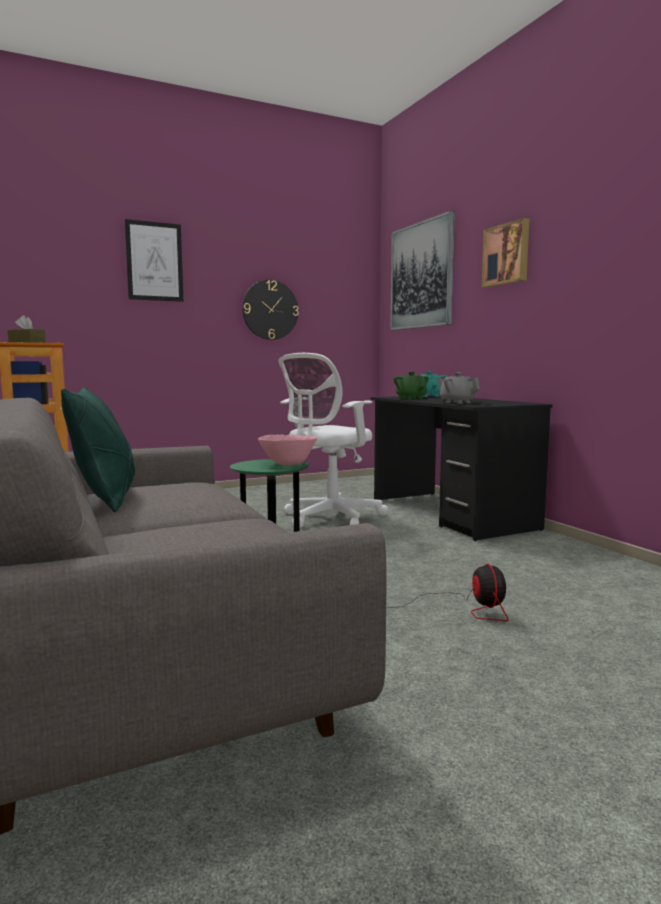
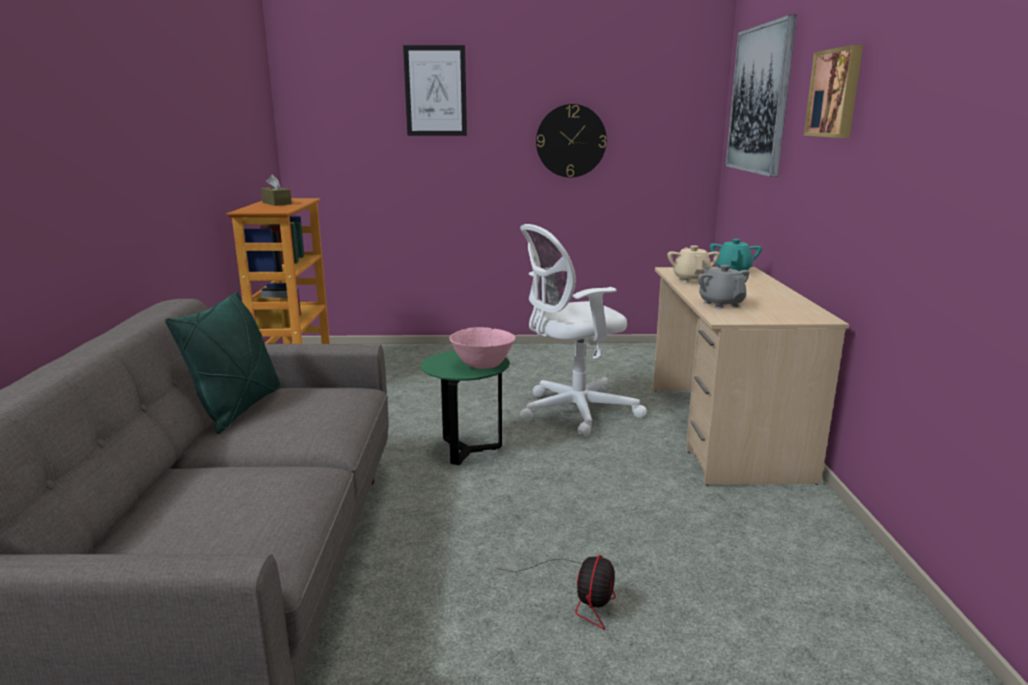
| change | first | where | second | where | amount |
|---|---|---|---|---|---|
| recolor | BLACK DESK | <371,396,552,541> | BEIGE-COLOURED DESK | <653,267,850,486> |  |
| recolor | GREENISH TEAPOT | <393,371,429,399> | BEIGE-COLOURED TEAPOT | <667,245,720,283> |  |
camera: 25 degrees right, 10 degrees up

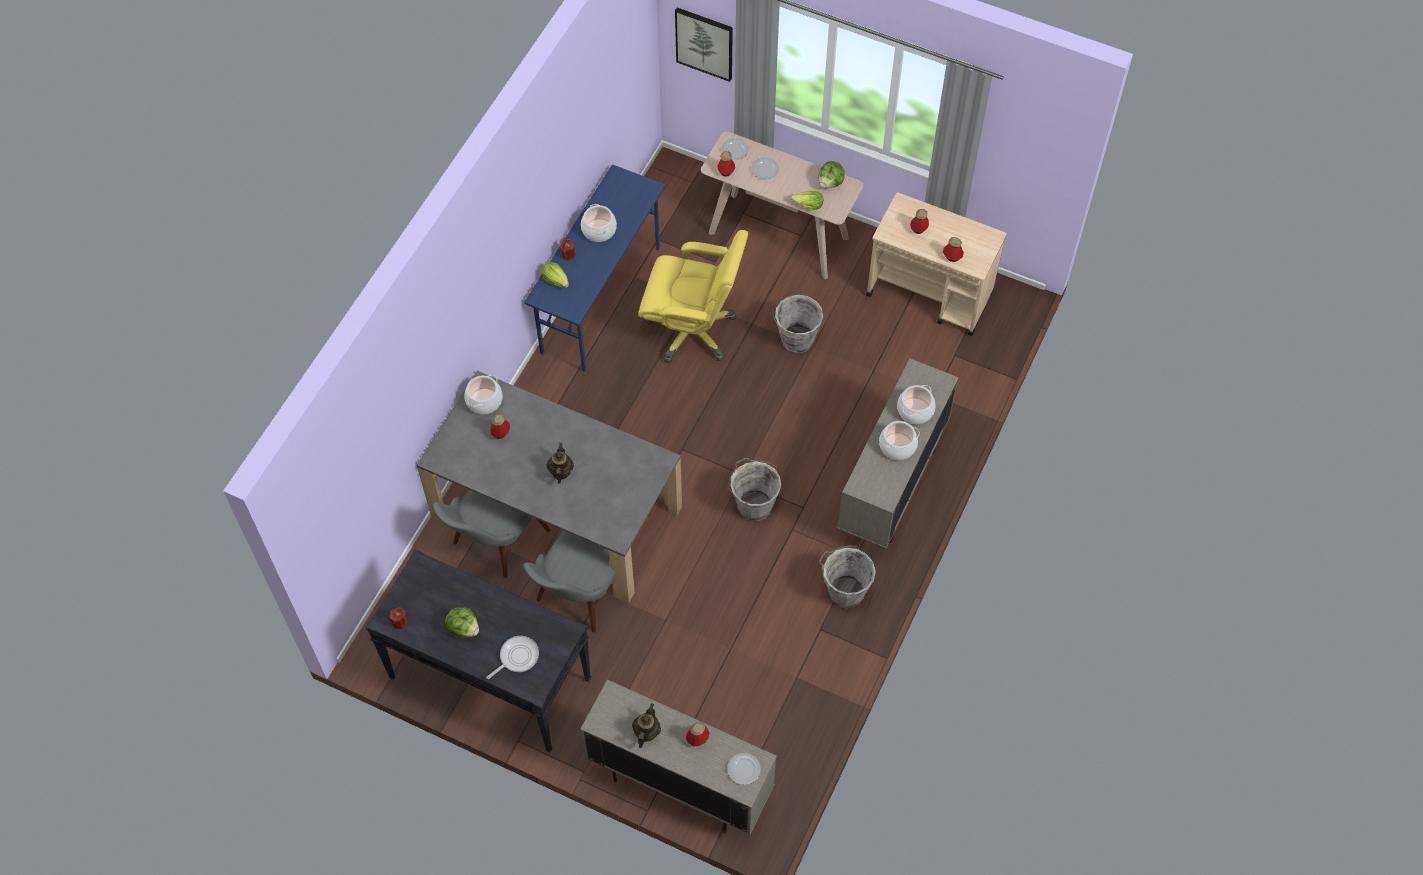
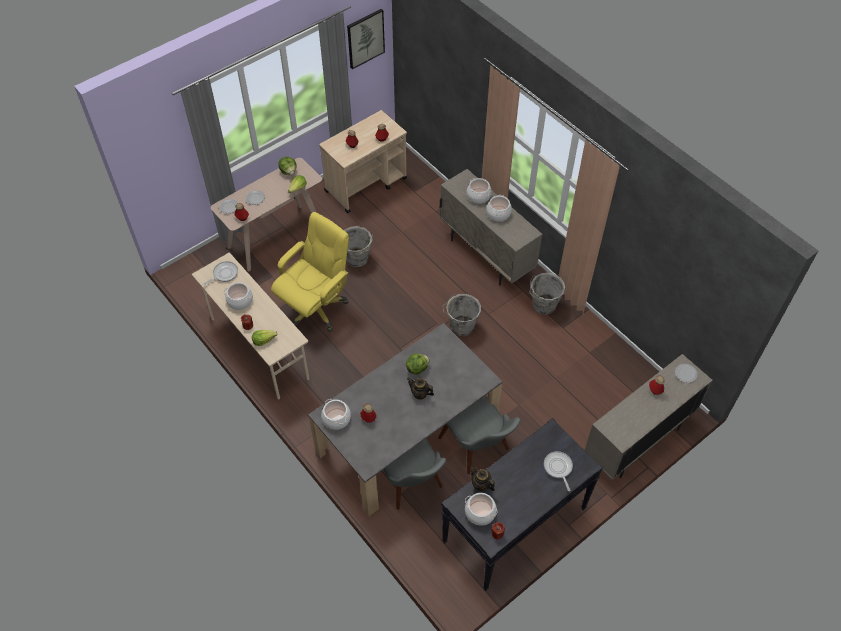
| change | first | where | second | where | amount |
|---|---|---|---|---|---|
| recolor | BLUE DESK | <525,165,665,372> | BEIGE-COLOURED DESK | <192,253,309,400> |  |
| insert |  |  | FRYING PAN | <204,261,238,285> |  |
| move | PICTURE | <675,8,733,82> |  | <347,9,385,69> |  |
| move | LETTUCE | <445,607,479,638> |  | <406,354,430,375> |  |
| insert |  |  | STOCKPOT | <465,493,497,526> |  |
| move | TEAPOT | <632,703,661,748> |  | <470,466,495,492> |  |
camera: 65 degrees left, 5 degrees down

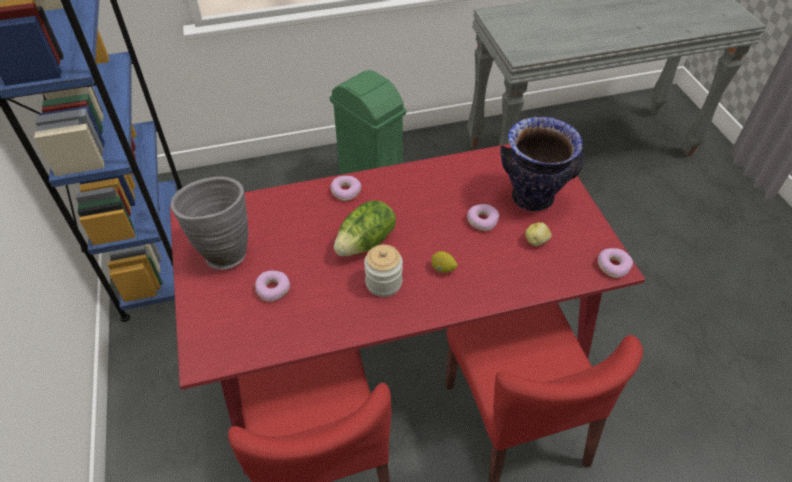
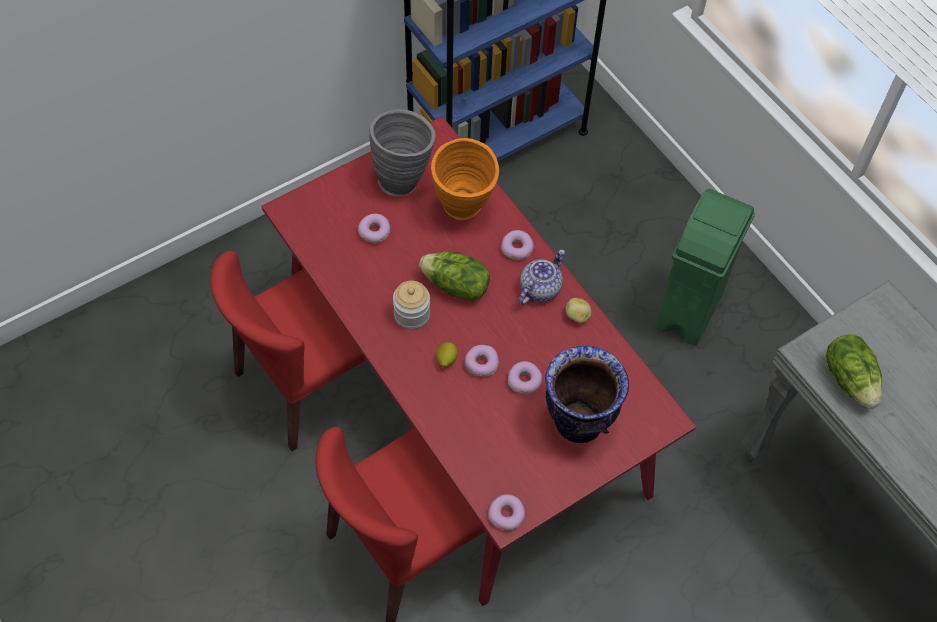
| change | first | where | second | where | amount |
|---|---|---|---|---|---|
| insert |  |  | ORANGE-COLOURED FLOWER VASE | <431,138,499,220> |  |
| insert |  |  | DOUGHNUT | <465,345,499,377> |  |
| insert |  |  | TEAPOT | <519,250,565,305> |  |
| move | POTATO | <525,222,552,246> |  | <566,298,592,324> |  |
| insert |  |  | LETTUCE | <826,334,882,409> |  |
camera: 70 degrees right, 10 degrees up

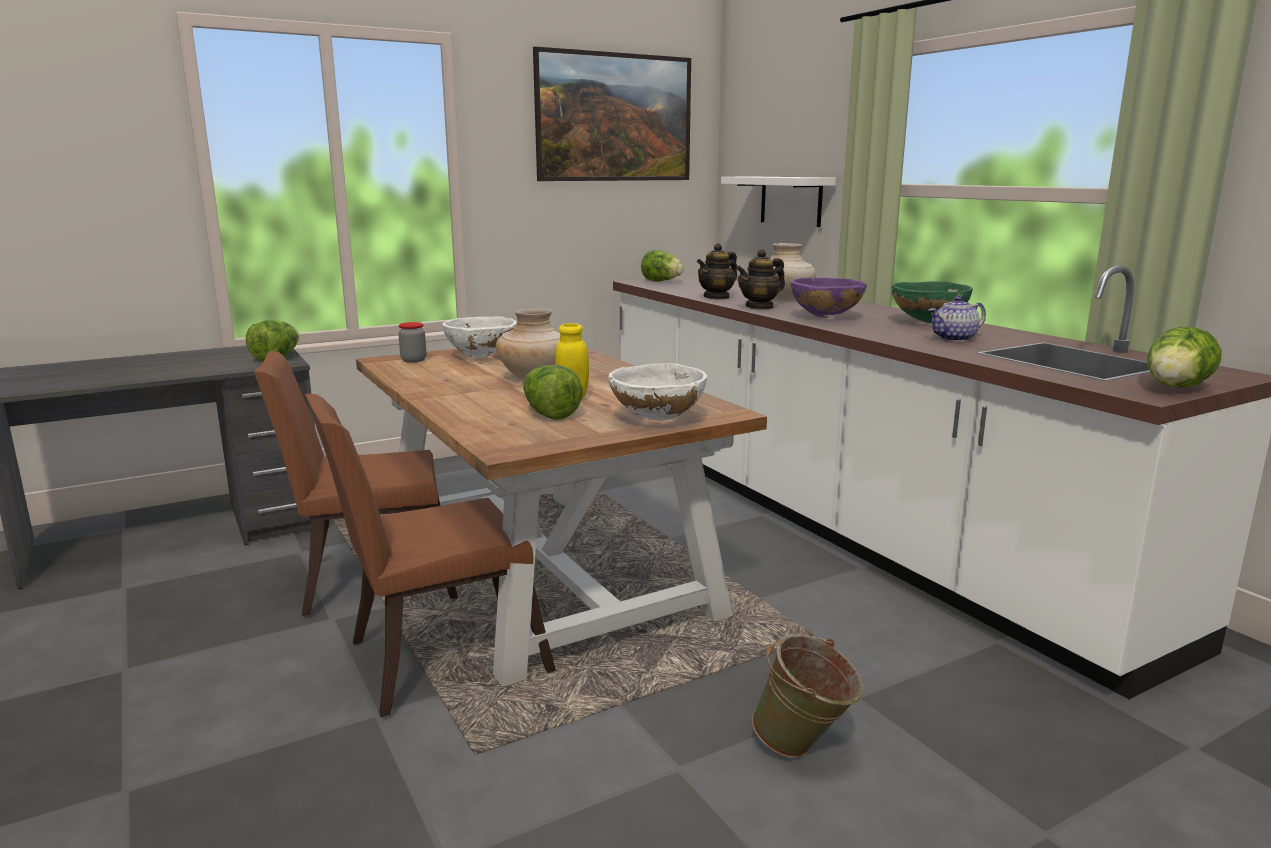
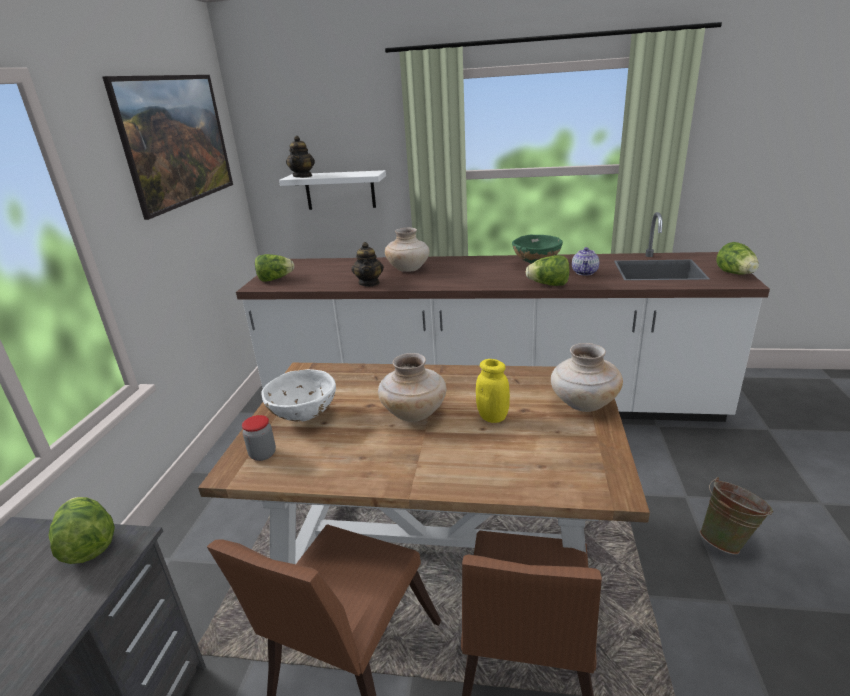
| change | first | where | second | where | amount |
|---|---|---|---|---|---|
| move | TEAPOT | <736,249,785,310> |  | <286,136,315,178> |  |
| move | LETTUCE | <523,365,583,420> |  | <526,255,570,286> |  |
| replace | WHITE SERVING BOWL | <609,363,707,421> | BEIGE-COLOURED FLOWER VASE | <551,343,623,412> |  |
| delete | PURPLE SERVING BOWL | <791,278,867,318> |  |  |  |
camera: 50 degrees left, 10 degrees up

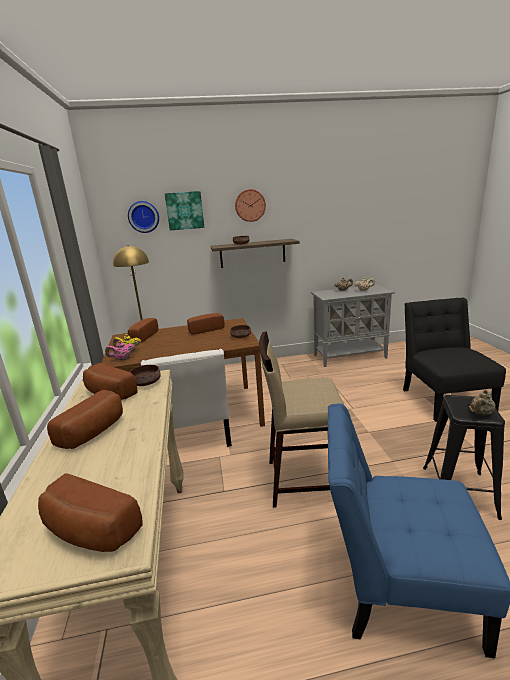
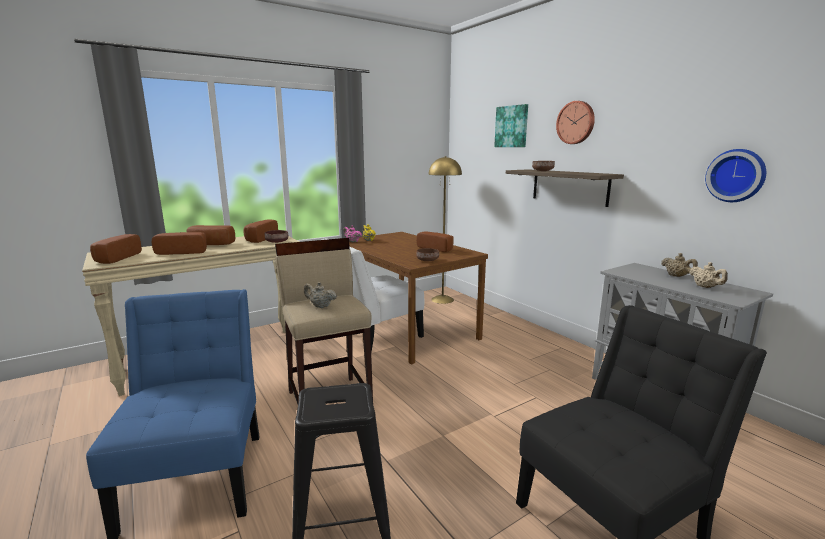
| change | first | where | second | where | amount |
|---|---|---|---|---|---|
| move | BAKED BREAD | <128,318,158,343> |  | <152,232,207,255> |  |
| move | BEIGE-COLOURED TEAPOT | <470,390,495,416> |  | <304,282,337,308> |  |
| move | HANGING CLOCK | <128,201,159,233> |  | <705,149,766,202> |  |
camera: 65 degrees right, 5 degrees down

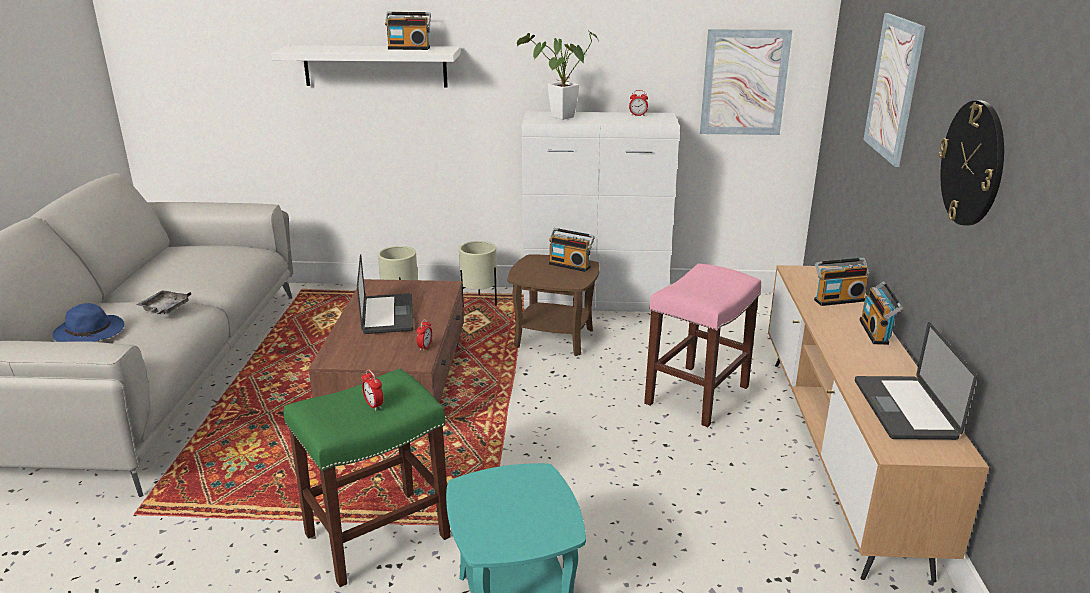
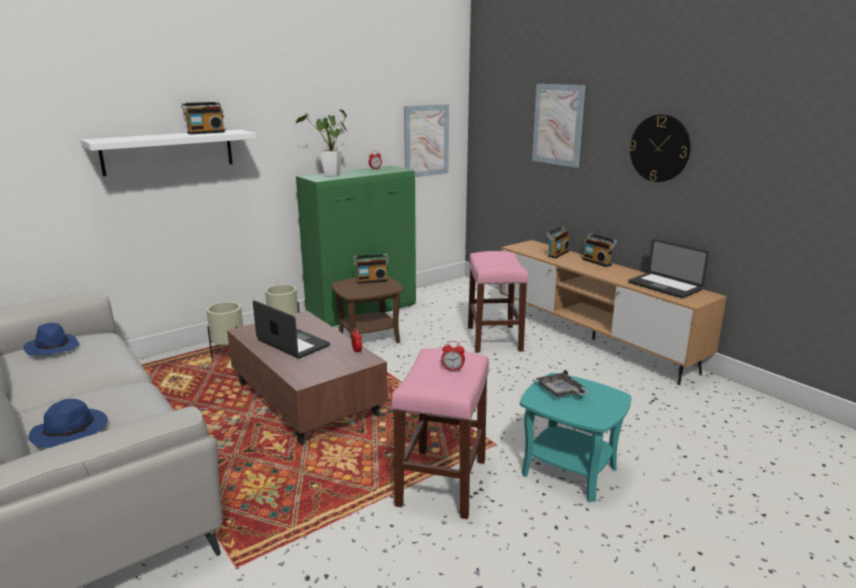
| change | first | where | second | where | amount |
|---|---|---|---|---|---|
| insert |  |  | BLUE WEARABLE HAT | <23,323,80,356> |  |
| recolor | WHITE CABINET | <522,111,680,312> | GREENISH CABINET | <296,166,416,327> |  |
| recolor | GREENISH STOOL | <284,368,451,587> | PINKISH STOOL | <391,348,489,519> |  |
| move | GREYISH CARRYING TRAY | <137,290,191,314> |  | <536,369,589,398> |  |
camera: 40 degrees left, 5 degrees down

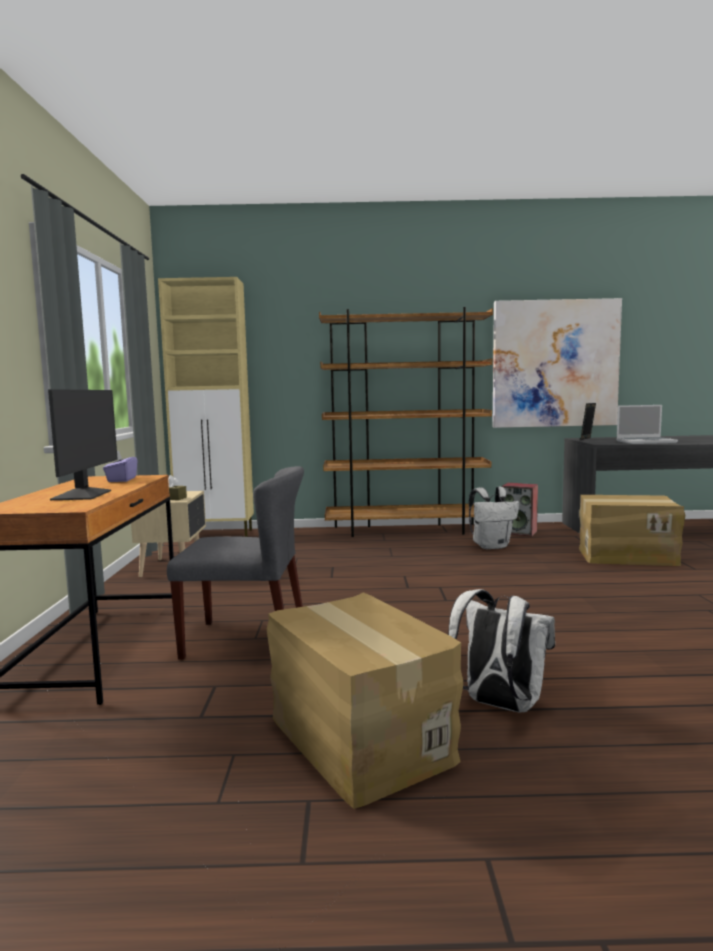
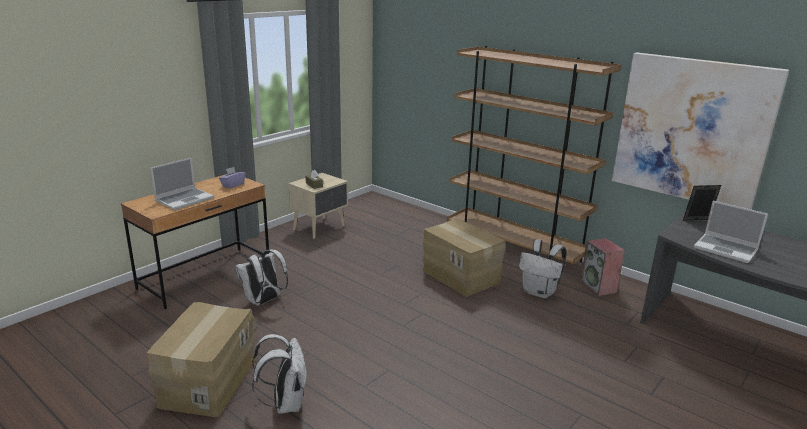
| change | first | where | second | where | amount |
|---|---|---|---|---|---|
| replace | COMPUTER DISPLAY | <48,389,118,500> | PORTABLE COMPUTER | <150,157,214,210> |  |
| replace | GREYISH UPRIGHT CHAIR | <167,466,304,660> | WHITE KNAPSACK | <235,250,288,306> |  |
| move | CARTON | <579,495,685,566> |  | <422,219,505,297> |  |
| delete | BEIGE-COLOURED CABINET | <158,277,254,537> |  |  |  |
camera: 40 degrees right, 15 degrees up

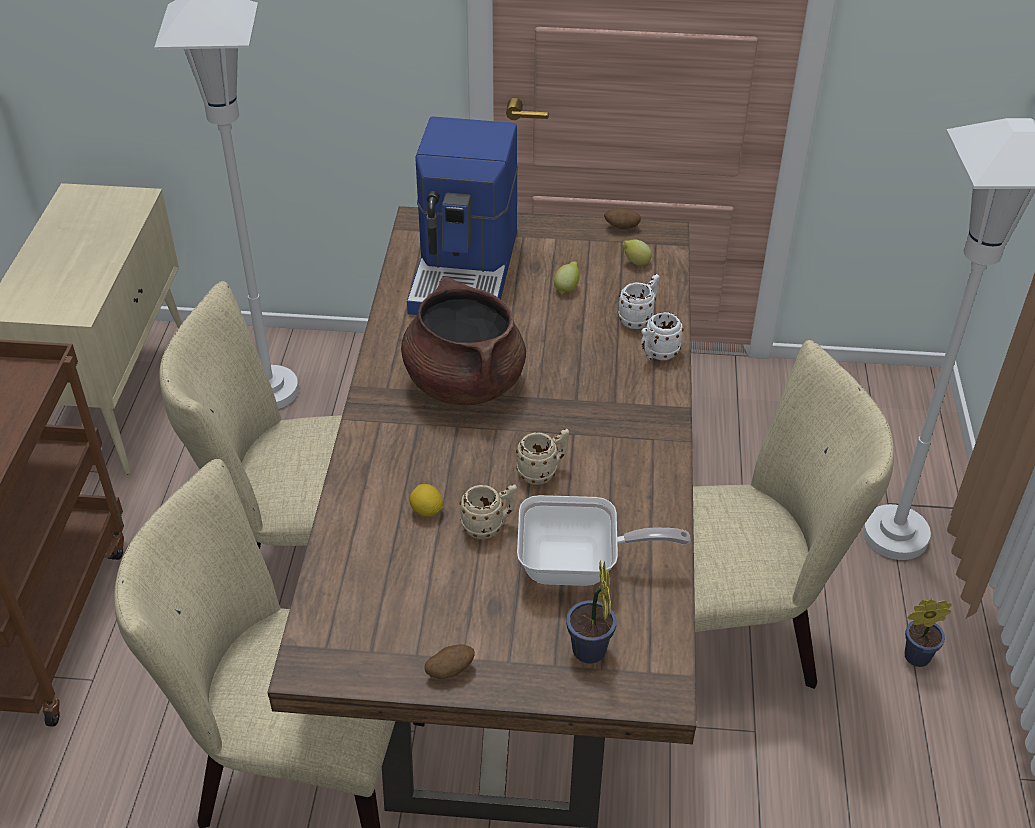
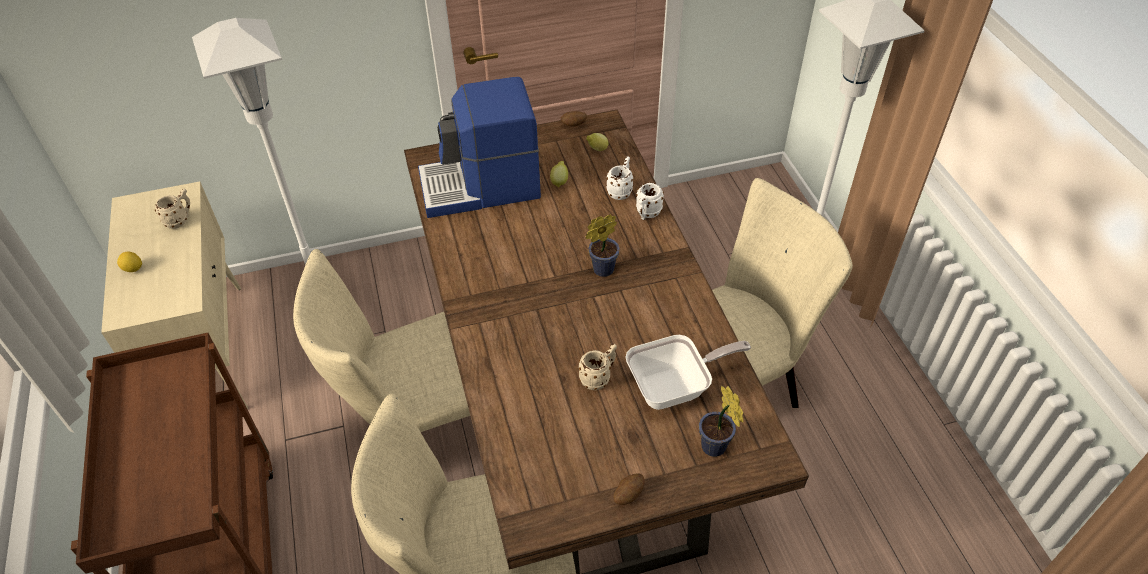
| change | first | where | second | where | amount |
|---|---|---|---|---|---|
| move | CITRUS FRUIT | <409,484,443,517> |  | <117,252,142,272> |  |
| move | BEIGE-COLOURED TEA MUG | <516,429,569,485> |  | <155,189,190,229> |  |
| rotate | COFFEE MAKER | <407,116,518,315> |  | <418,77,541,218> | 90 degrees clockwise |
| move | PLANT IN A POT | <905,599,952,667> |  | <586,215,620,277> |  |
| delete | BROWNISH STOCKPOT | <401,277,526,405> |  |  |  |
camera: 20 degrees left, 5 degrees up

